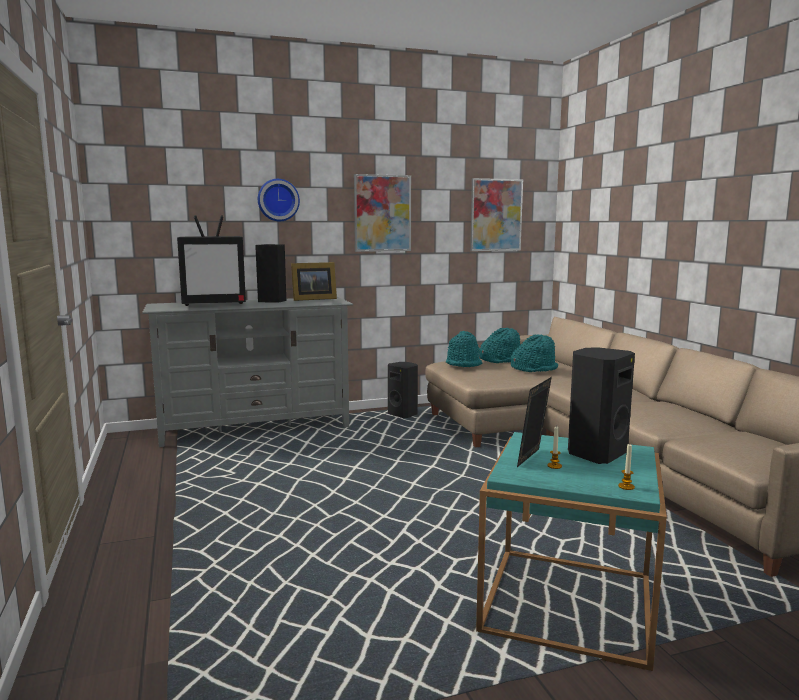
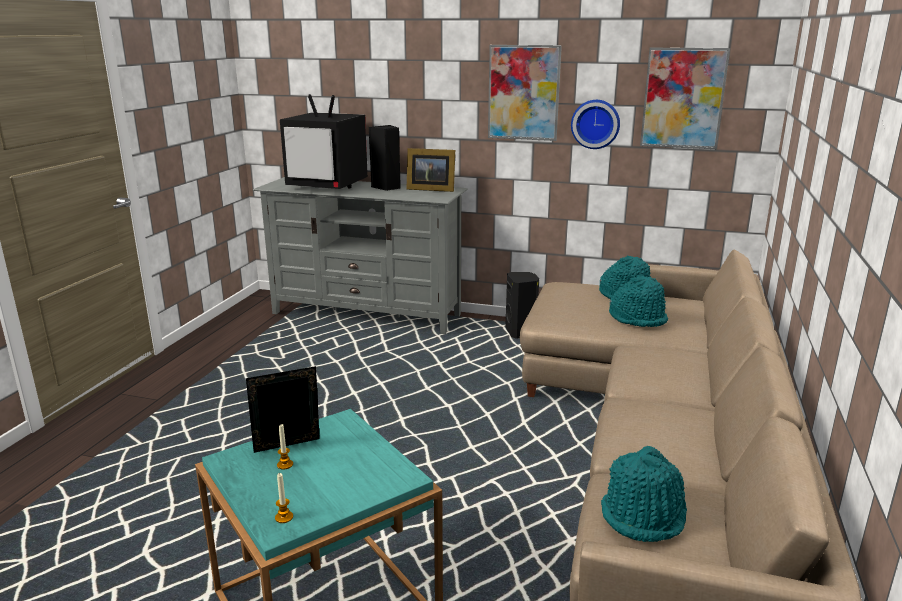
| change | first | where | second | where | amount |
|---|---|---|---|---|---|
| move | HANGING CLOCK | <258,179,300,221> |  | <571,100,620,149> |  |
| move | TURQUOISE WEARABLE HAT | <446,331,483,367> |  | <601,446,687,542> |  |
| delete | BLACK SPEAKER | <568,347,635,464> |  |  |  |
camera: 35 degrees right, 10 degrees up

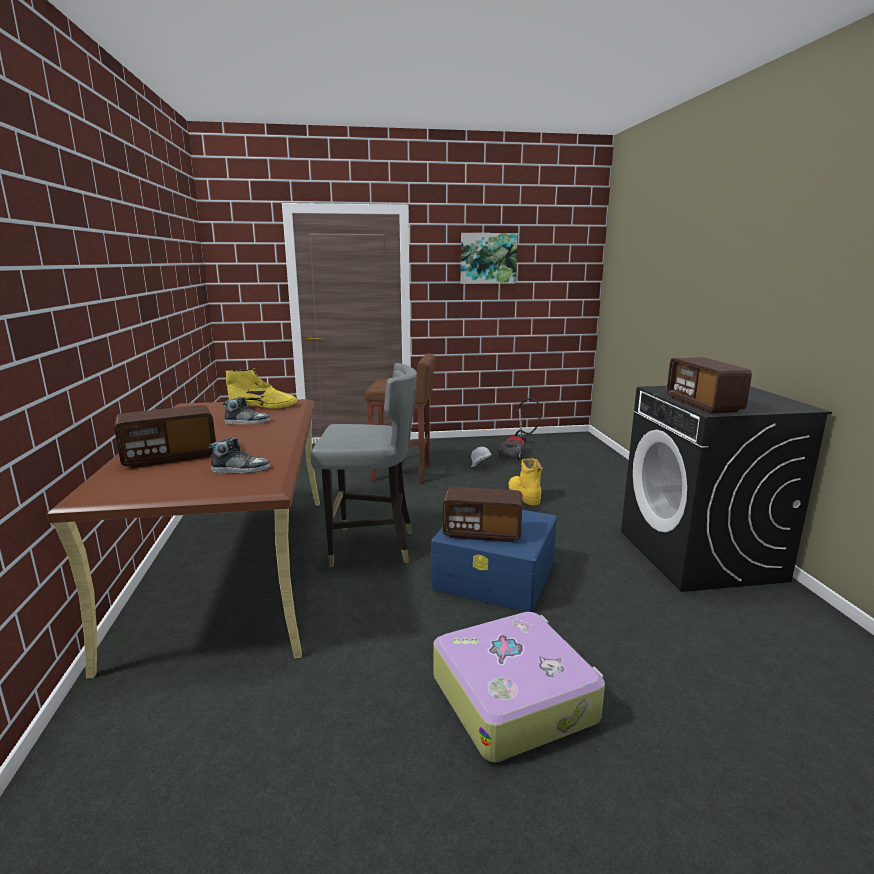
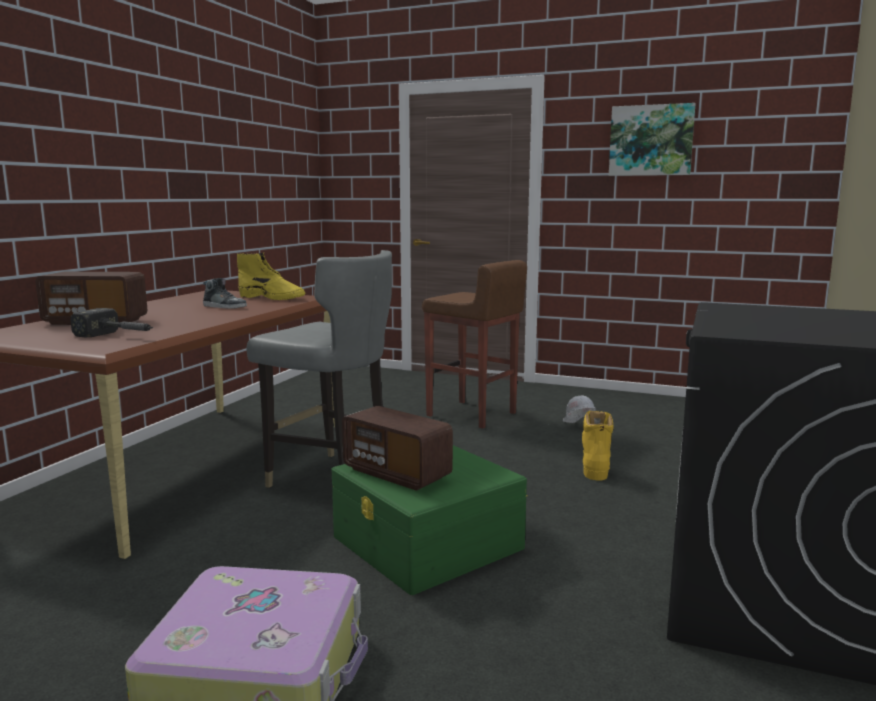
| change | first | where | second | where | amount |
|---|---|---|---|---|---|
| replace | LOW SHOE | <209,437,270,473> | HAND HAMMER | <70,308,154,338> |  |
| recolor | BLUE STORAGE BIN | <431,510,557,612> | GREENISH STORAGE BIN | <332,445,528,595> |  |
| delete | VACUUM CLEANER | <498,398,540,460> |  |  |  |
| delete | RADIO RECEIVER | <667,357,752,414> |  |  |  |
camera: 30 degrees right, 5 degrees down

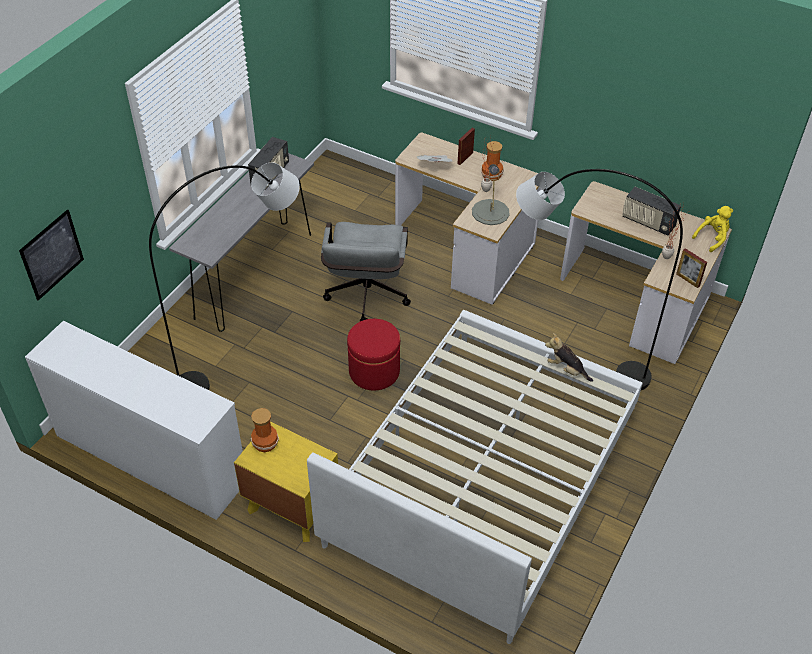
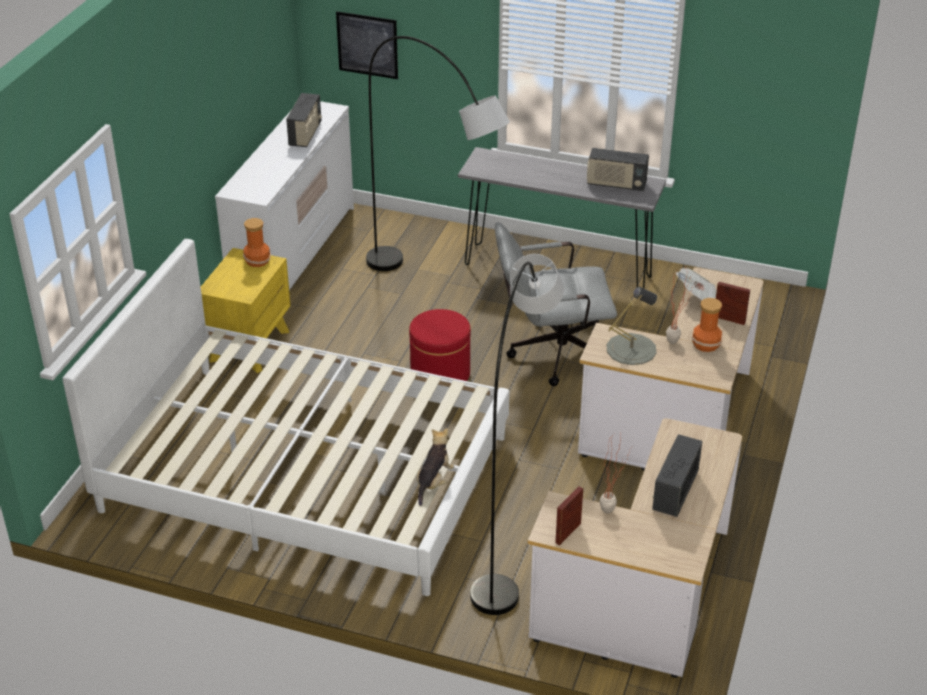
| change | first | where | second | where | amount |
|---|---|---|---|---|---|
| insert |  |  | RADIO RECEIVER | <286,93,322,147> |  |
| delete | YELLOW SOFT TOY | <692,206,733,252> |  |  |  |
camera: 80 degrees right, 10 degrees down

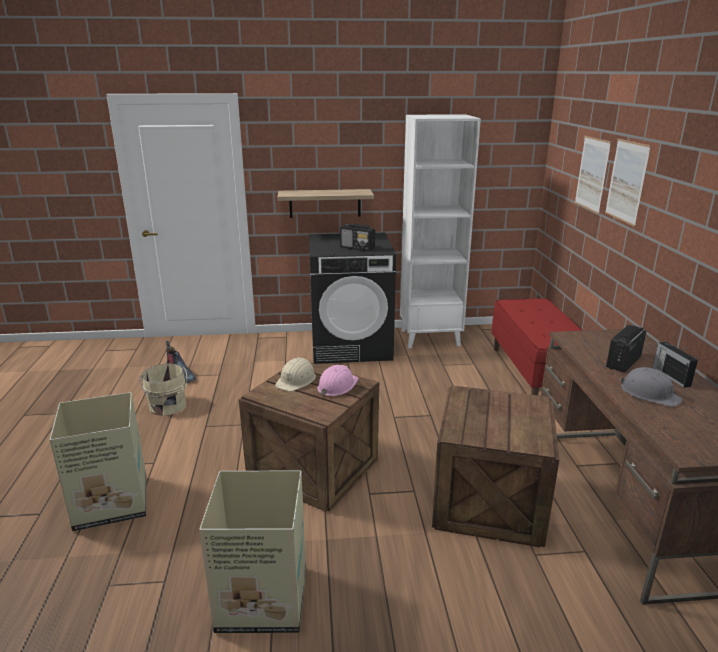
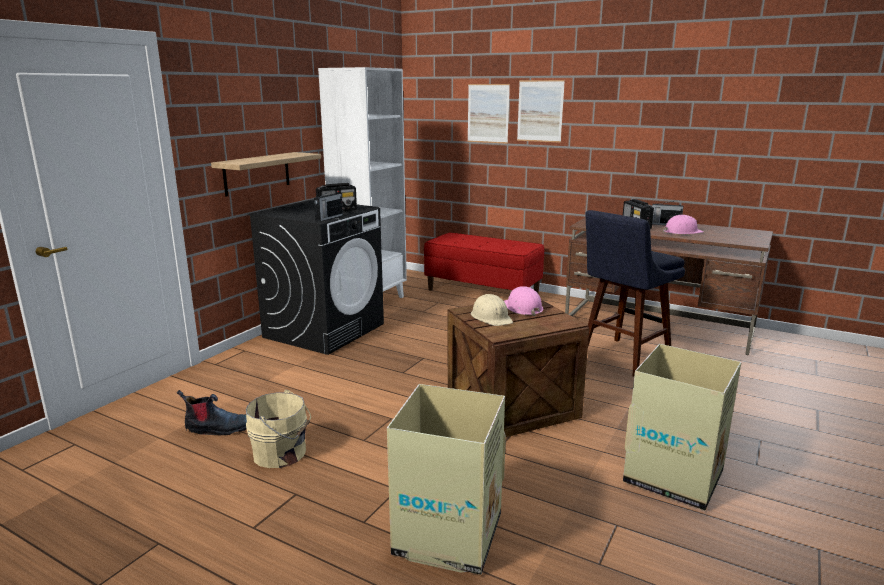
| change | first | where | second | where | amount |
|---|---|---|---|---|---|
| insert |  |  | RADIO RECEIVER | <314,188,343,221> |  |
| replace | SHIPPING CRATE | <432,386,559,547> | BLUE STOOL | <585,210,685,377> |  |
| recolor | GREYISH WORK HELMET | <619,367,683,407> | PINKISH WORK HELMET | <663,215,704,234> |  |
camera: 55 degrees left, 5 degrees down

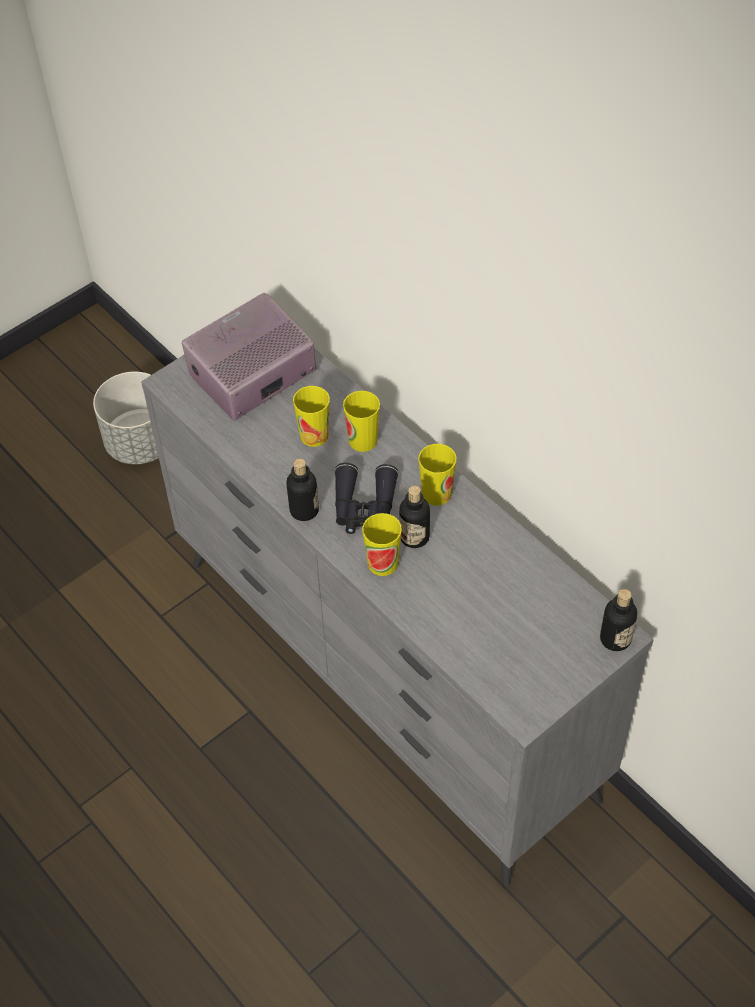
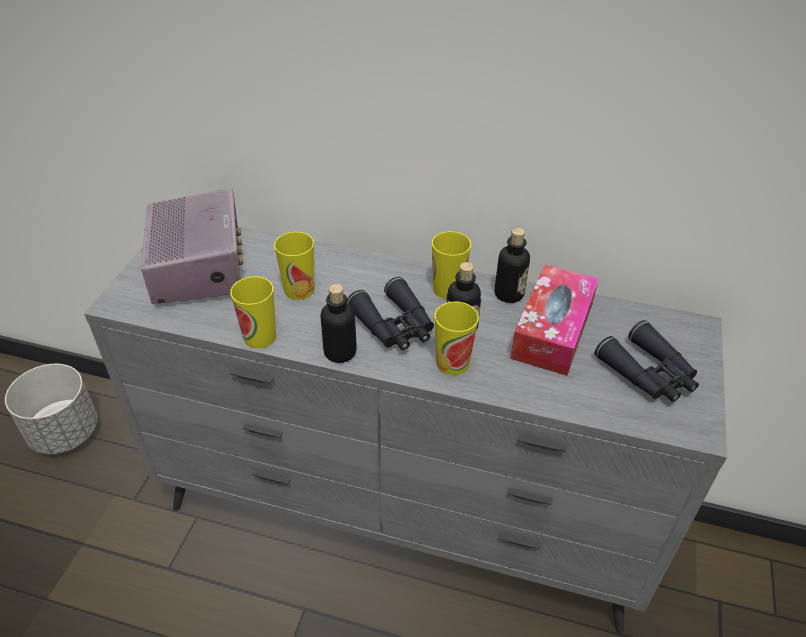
| change | first | where | second | where | amount |
|---|---|---|---|---|---|
| rotate | RADIO RECEIVER | <182,293,316,420> |  | <141,188,243,304> | 150 degrees clockwise |
| move | DRINKING CUP | <343,391,380,452> |  | <230,276,276,349> |  |
| move | BOTTLE | <600,589,637,651> |  | <495,228,530,303> |  |
| insert |  |  | BOX OF TISSUES | <510,265,599,376> |  |
| insert |  |  | BLACK FIELD GLASSES | <595,320,699,402> |  |
camera: 35 degrees left, 10 degrees down

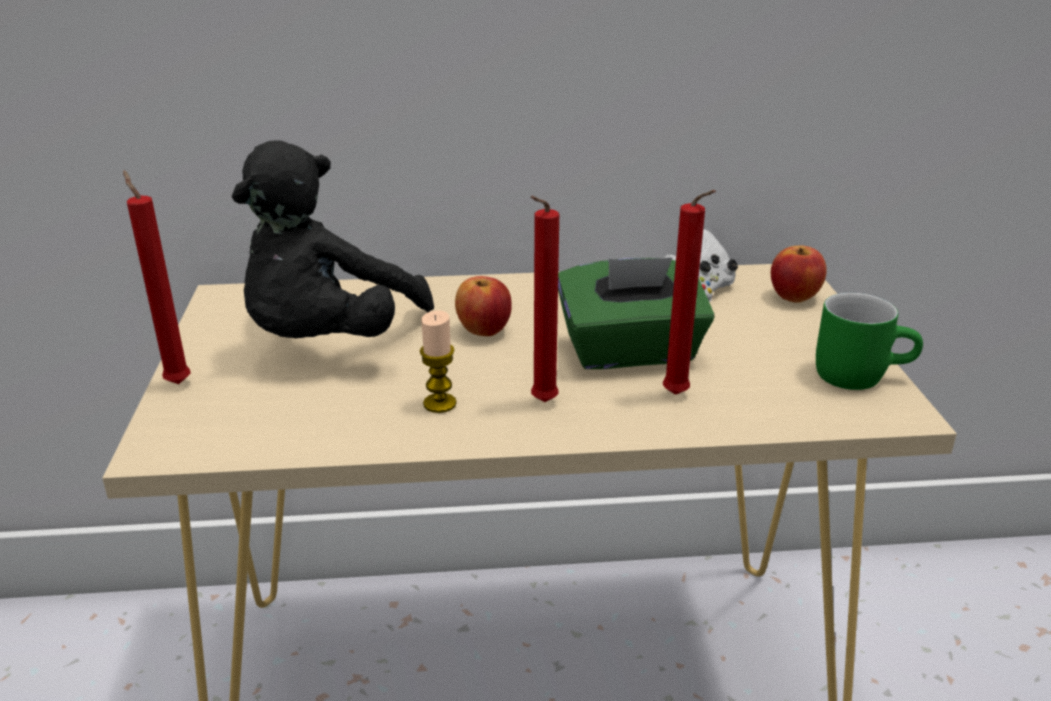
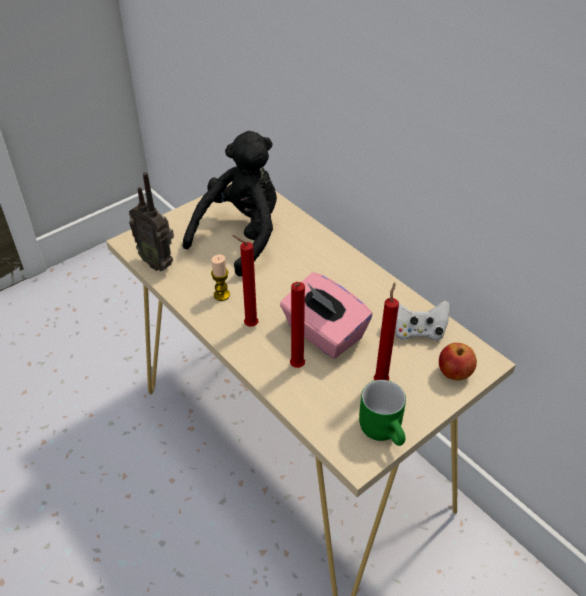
| change | first | where | second | where | amount |
|---|---|---|---|---|---|
| insert |  |  | RADIO RECEIVER | <129,172,174,271> |  |
| rotate | BLACK SOFT TOY | <231,140,434,338> |  | <183,131,277,276> | 135 degrees clockwise |
| recolor | GREENISH BOX OF TISSUES | <558,257,714,369> | PINKISH BOX OF TISSUES | <280,272,373,359> |  |
| move | RED-COLOURED WAX CANDLE | <123,171,191,384> |  | <374,282,399,381> |  |
| delete | APPLE FRUIT | <455,276,512,336> |  |  |  |
camera: 55 degrees right, 15 degrees up

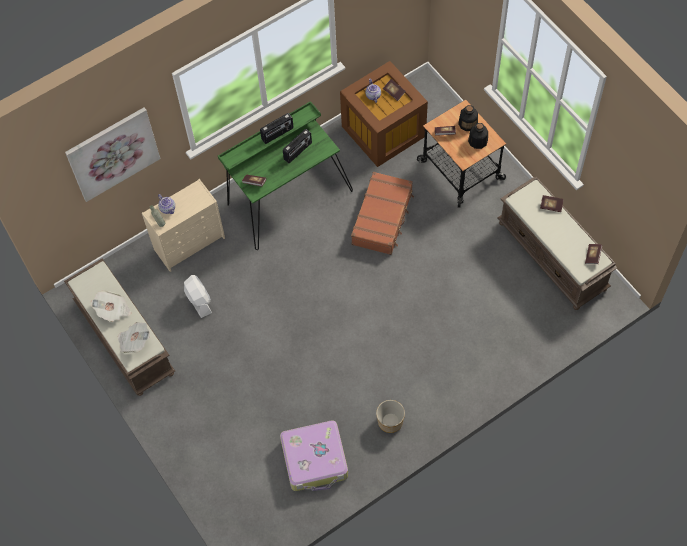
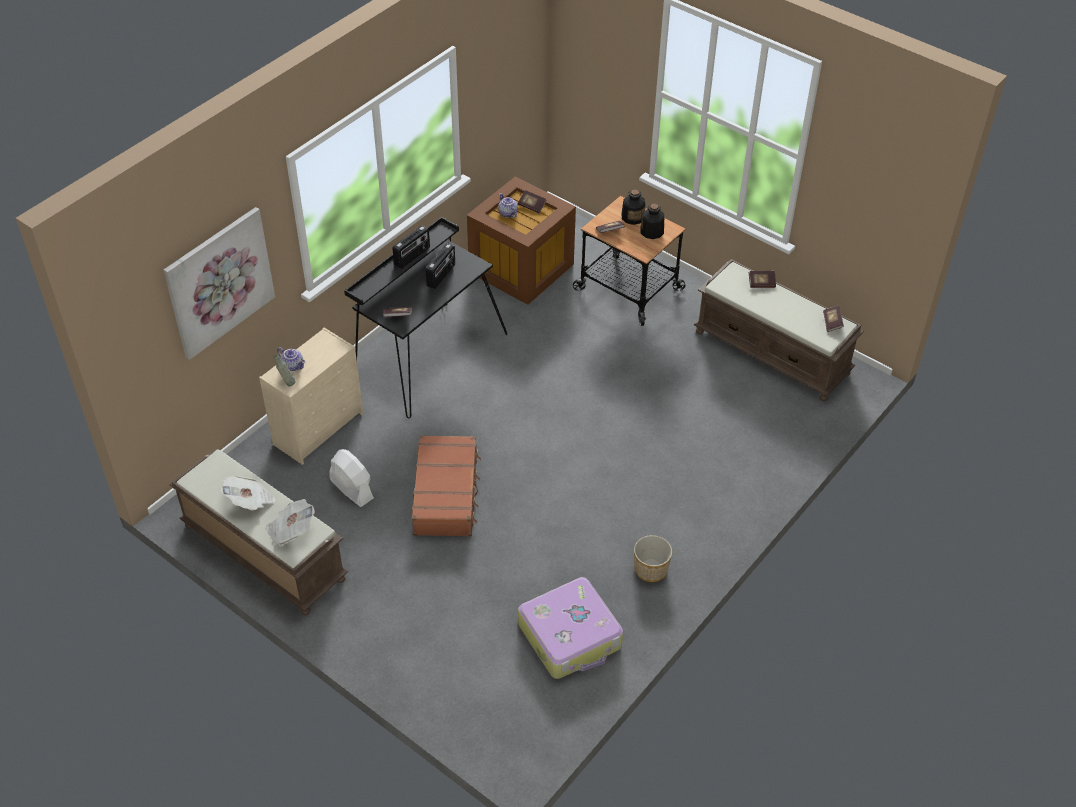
| change | first | where | second | where | amount |
|---|---|---|---|---|---|
| recolor | GREENISH DESK | <218,101,353,250> | BLACK DESK | <344,217,507,419> |  |
| move | BROWNISH PIECE OF LUGGAGE | <351,172,414,255> |  | <411,435,481,537> |  |
camera: 20 degrees left, 15 degrees down

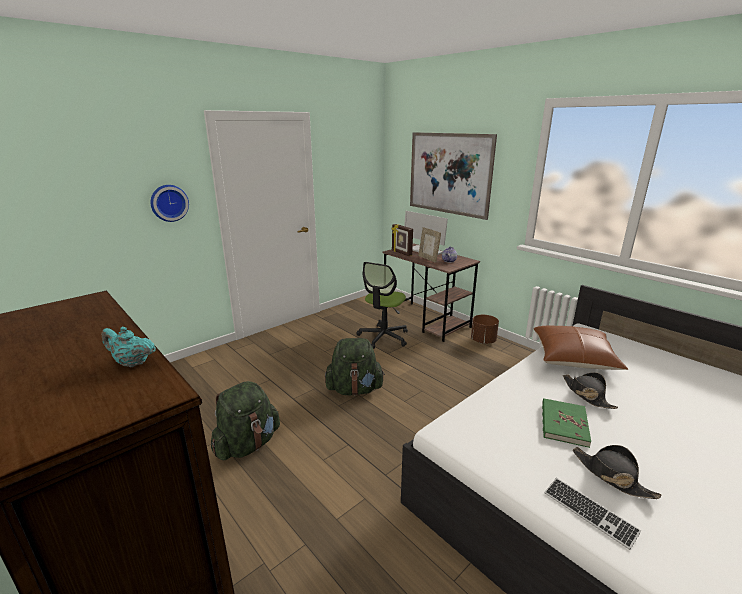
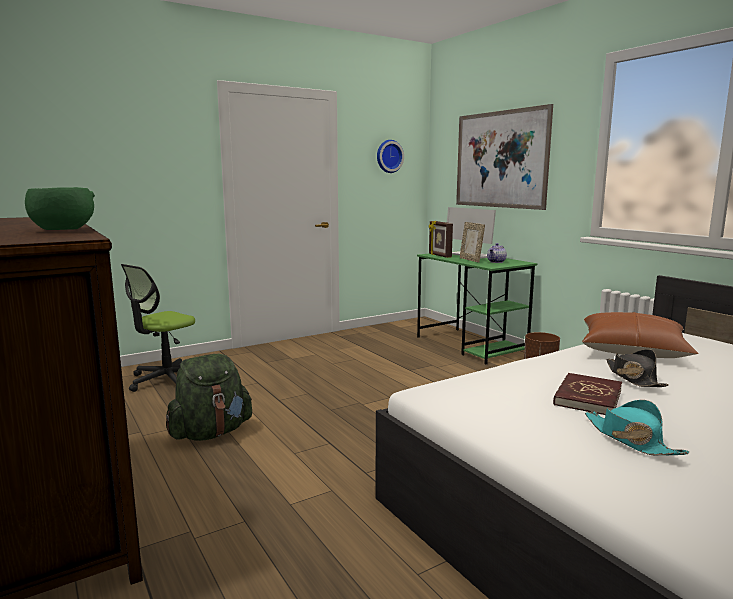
| change | first | where | second | where | amount |
|---|---|---|---|---|---|
| replace | TURQUOISE TEAPOT | <101,327,156,367> | GREENISH SERVING BOWL | <25,187,95,230> |  |
| move | COMPUTER CHAIR | <356,262,408,349> |  | <121,264,195,392> |  |
| move | HANGING CLOCK | <150,185,189,222> |  | <377,140,404,173> |  |
| recolor | BROWNISH DESK | <382,243,480,342> | GREENISH DESK | <417,251,537,365> |  |
| recolor | GREENISH BOUND BOOK | <542,398,591,448> | RED-COLOURED BOUND BOOK | <553,373,622,415> |  |
| recolor | BLACK WEARABLE HAT | <572,445,661,499> | TURQUOISE WEARABLE HAT | <585,400,689,455> |  |
| delete | GREENISH KNAPSACK | <325,338,385,396> |  |  |  |
| delete | KEYBOARD | <544,478,641,550> |  |  |  |
camera: 10 degrees right, 10 degrees down

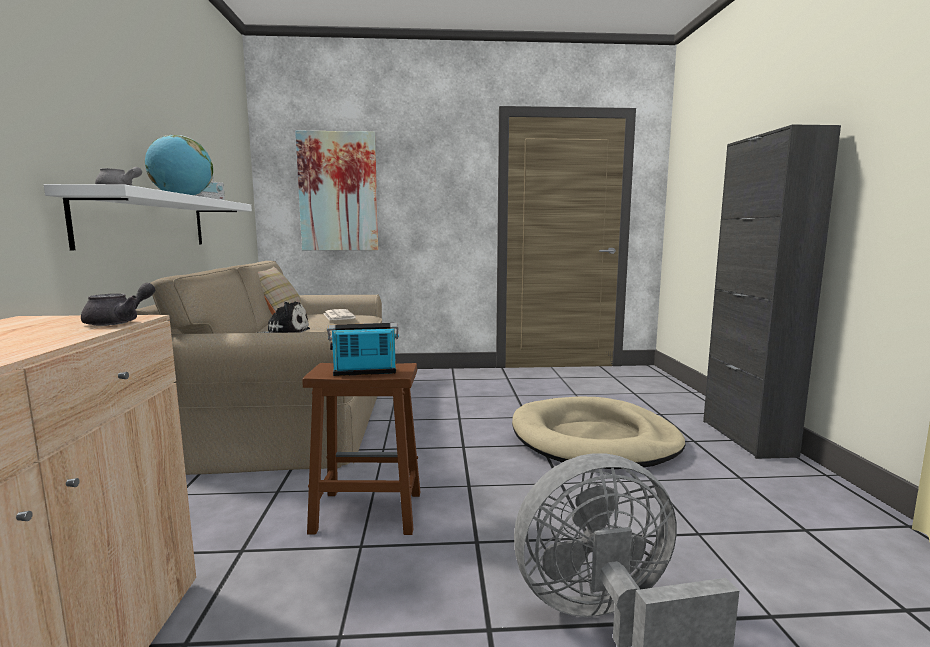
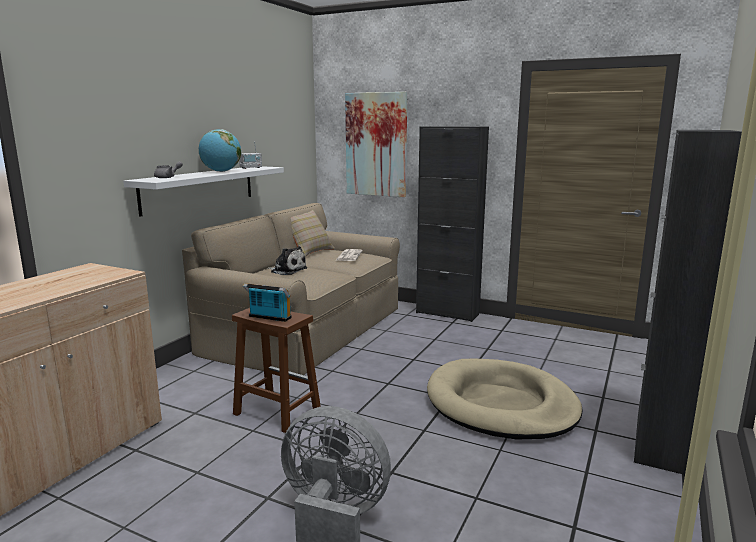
| change | first | where | second | where | amount |
|---|---|---|---|---|---|
| insert |  |  | BLACK CABINET | <416,126,489,322> |  |
| delete | GREYISH TEAPOT | <81,283,155,326> |  |  |  |
camera: 30 degrees right, 5 degrees up

